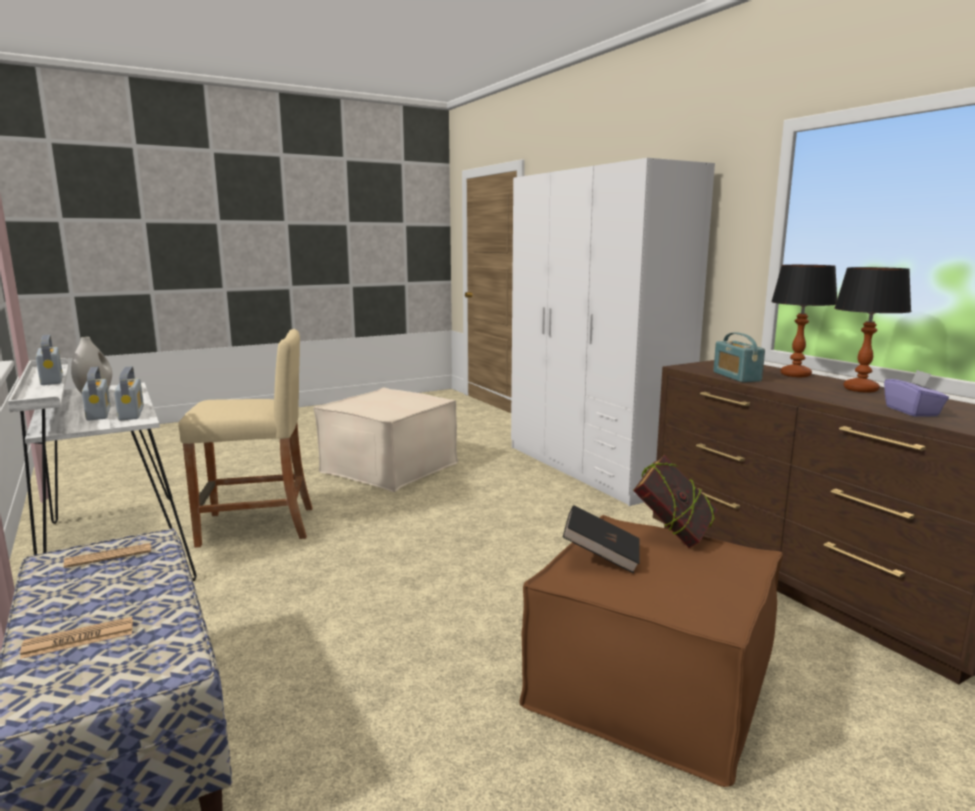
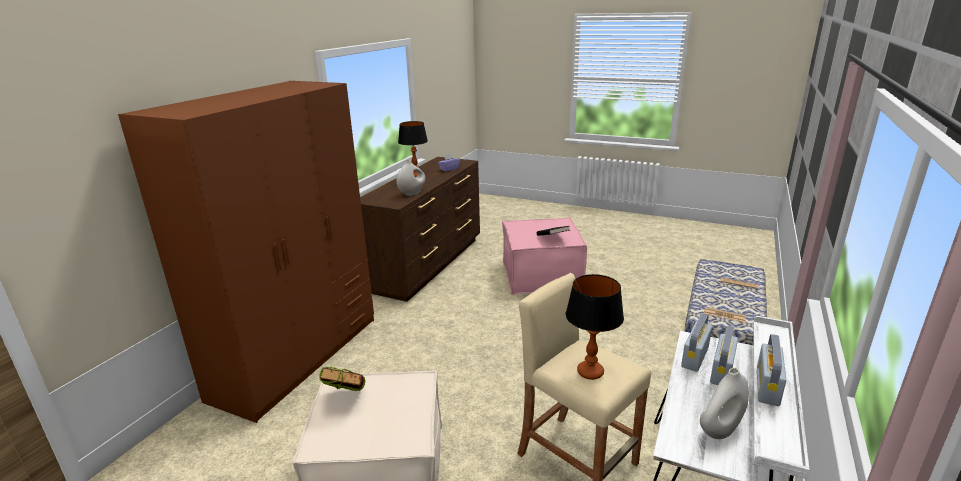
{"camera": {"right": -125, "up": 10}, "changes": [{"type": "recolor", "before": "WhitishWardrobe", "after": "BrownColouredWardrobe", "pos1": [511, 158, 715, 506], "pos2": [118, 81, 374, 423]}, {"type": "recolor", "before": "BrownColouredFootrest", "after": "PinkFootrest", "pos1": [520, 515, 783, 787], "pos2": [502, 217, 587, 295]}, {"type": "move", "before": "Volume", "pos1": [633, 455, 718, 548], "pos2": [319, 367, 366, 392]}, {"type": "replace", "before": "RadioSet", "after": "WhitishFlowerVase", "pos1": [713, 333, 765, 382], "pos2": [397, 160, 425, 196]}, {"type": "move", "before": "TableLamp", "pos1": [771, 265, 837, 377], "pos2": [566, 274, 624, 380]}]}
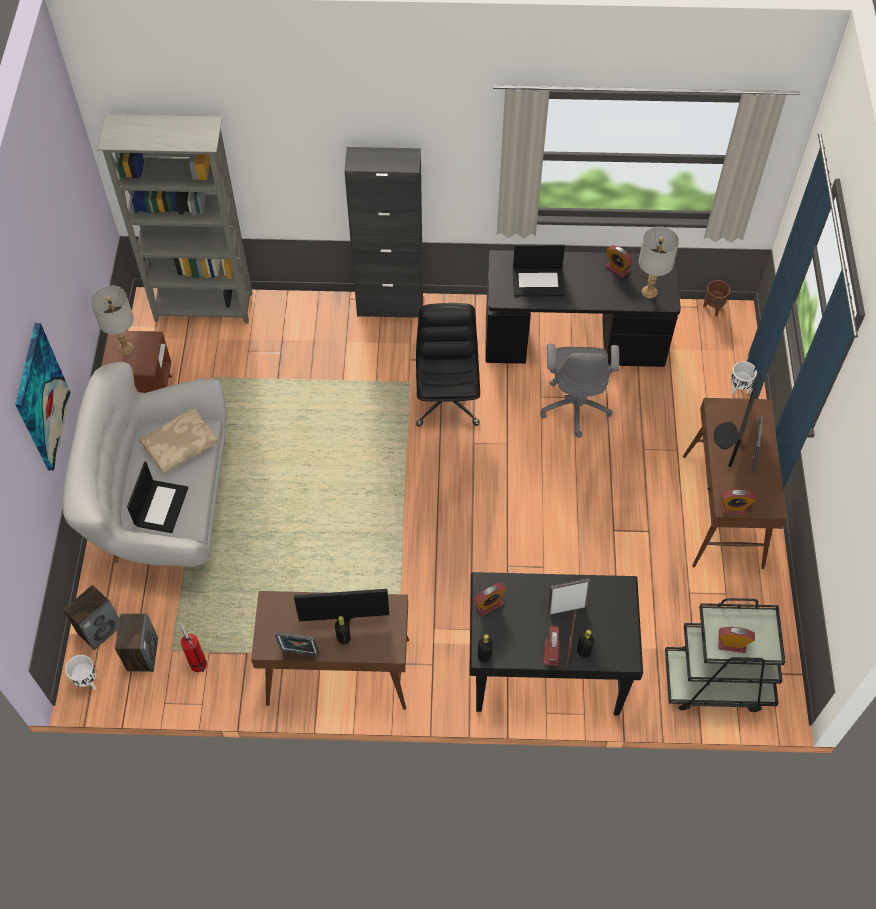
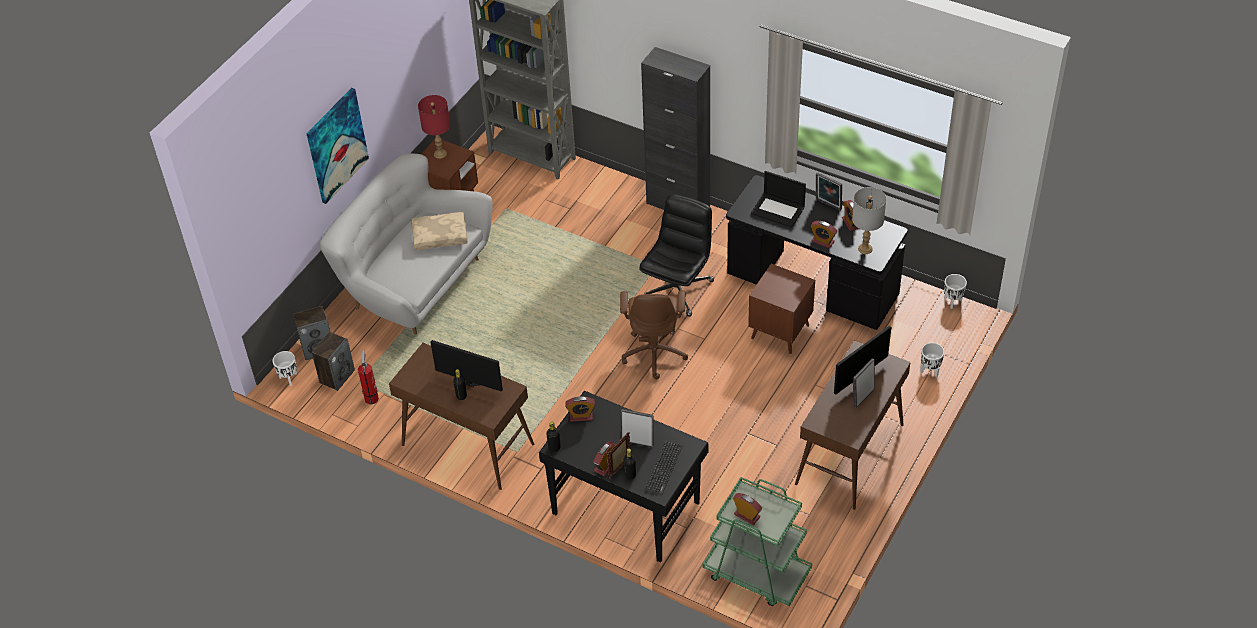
{"camera": {"right": 30, "up": -10}, "changes": [{"type": "recolor", "before": "GrayTableLamp", "after": "ReddishTableLamp", "pos1": [91, 285, 134, 355], "pos2": [418, 95, 450, 159]}, {"type": "delete", "before": "PortableComputer", "pos1": [127, 462, 188, 533]}, {"type": "move", "before": "StandingFrame", "pos1": [274, 632, 319, 656], "pos2": [816, 172, 842, 211]}, {"type": "replace", "before": "GrayComputerChair", "after": "BrownColouredAccentTable", "pos1": [541, 344, 619, 438], "pos2": [748, 264, 815, 354]}, {"type": "recolor", "before": "BlackColouredTrolley", "after": "GreenColouredTrolley", "pos1": [665, 598, 786, 713], "pos2": [703, 477, 812, 606]}, {"type": "recolor", "before": "BrownColouredPlantPot", "after": "WhitishPlantPot", "pos1": [703, 280, 730, 316], "pos2": [944, 274, 967, 309]}, {"type": "move", "before": "AlarmClock", "pos1": [721, 489, 755, 515], "pos2": [811, 221, 837, 248]}, {"type": "insert", "after": "BrownColouredComputerChair", "pos2": [620, 290, 688, 379]}, {"type": "insert", "after": "PcKeyboard", "pos2": [645, 441, 683, 495]}]}
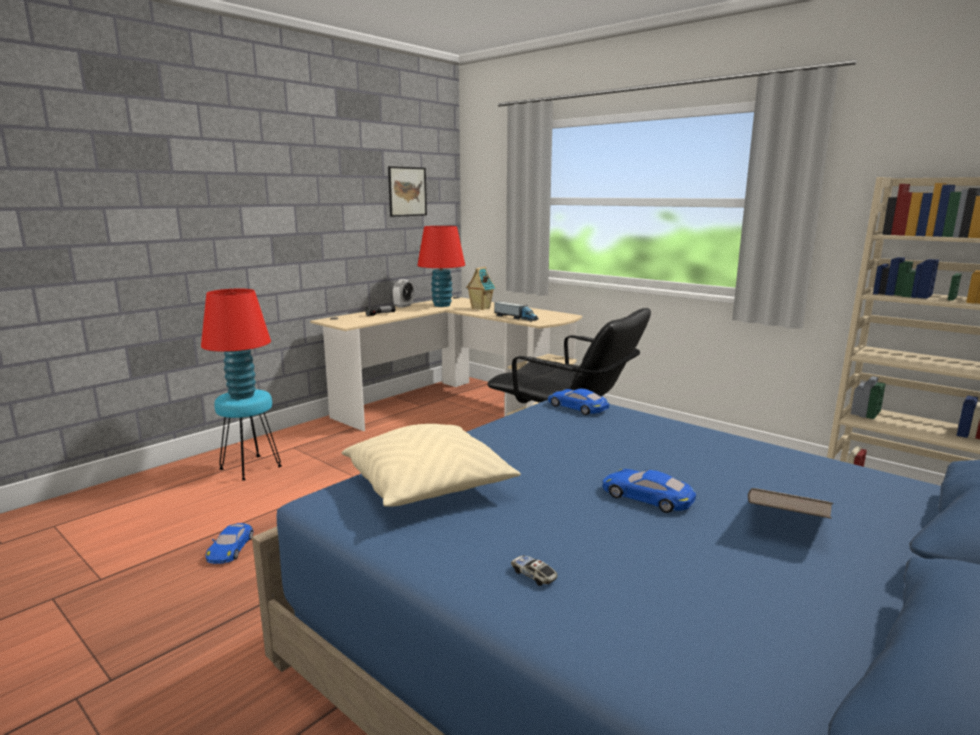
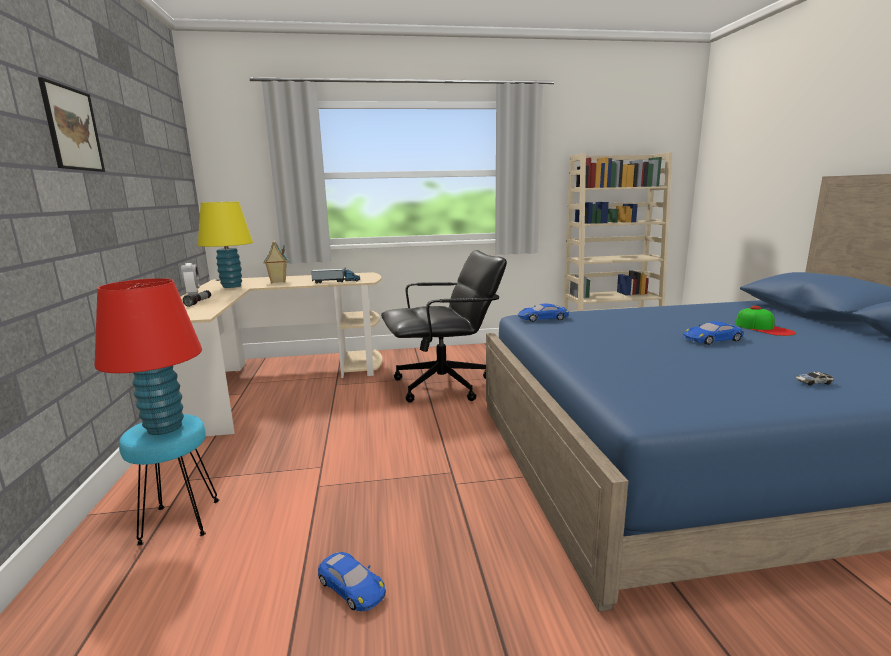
{"camera": {"right": -50, "up": 0}, "changes": [{"type": "delete", "before": "SandColouredPillow", "pos1": [342, 424, 521, 507]}, {"type": "move", "before": "Picture", "pos1": [388, 166, 427, 217], "pos2": [38, 77, 105, 172]}, {"type": "recolor", "before": "ReddishTableLamp", "after": "YellowTableLamp", "pos1": [417, 226, 465, 307], "pos2": [198, 202, 253, 288]}, {"type": "replace", "before": "BrownColouredVolume", "after": "Cap", "pos1": [748, 488, 834, 519], "pos2": [735, 306, 796, 336]}]}
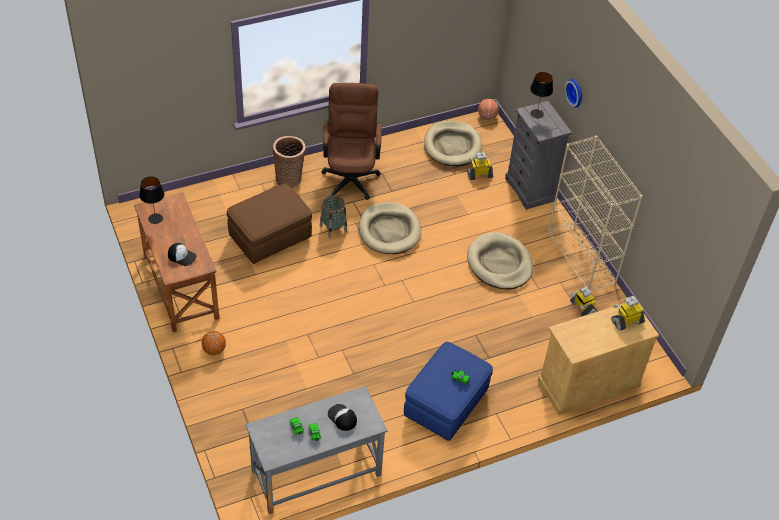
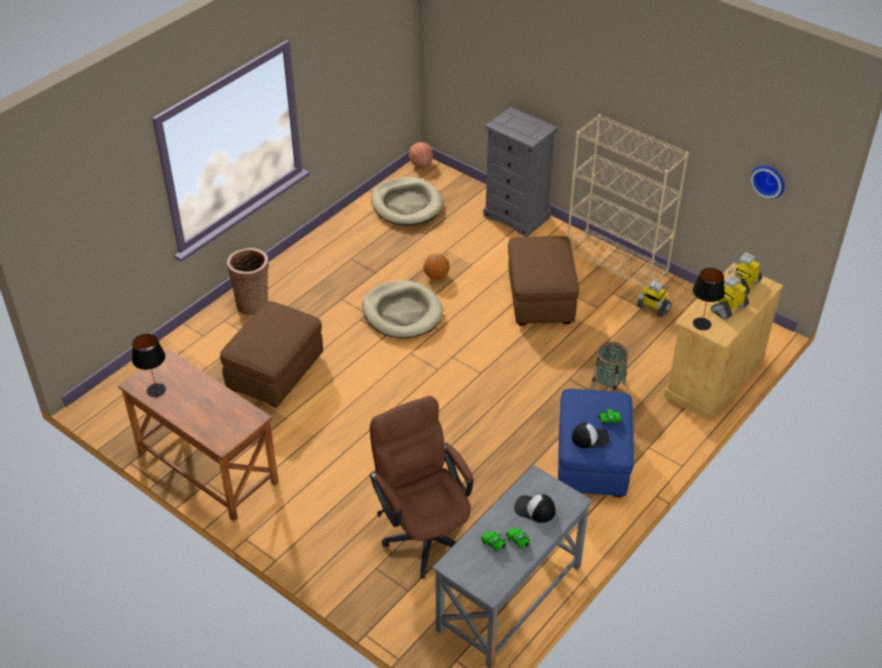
{"camera": {"right": -25, "up": -5}, "changes": [{"type": "move", "before": "Cap", "pos1": [168, 243, 197, 266], "pos2": [572, 423, 609, 448]}, {"type": "move", "before": "BallForBasketball", "pos1": [202, 331, 226, 355], "pos2": [424, 254, 450, 280]}, {"type": "move", "before": "Basket", "pos1": [320, 195, 347, 238], "pos2": [591, 342, 628, 392]}, {"type": "move", "before": "BrownColouredComputerChair", "pos1": [321, 83, 382, 200], "pos2": [370, 396, 474, 579]}, {"type": "move", "before": "ToyRobot", "pos1": [467, 152, 493, 180], "pos2": [711, 275, 749, 320]}, {"type": "replace", "before": "SandColouredDogBed", "after": "BrownColouredFootrest", "pos1": [467, 232, 533, 289], "pos2": [508, 236, 579, 326]}, {"type": "move", "before": "BlackColouredTableLamp", "pos1": [530, 72, 553, 118], "pos2": [693, 268, 725, 330]}, {"type": "move", "before": "WallClock", "pos1": [565, 79, 582, 108], "pos2": [751, 166, 785, 199]}]}
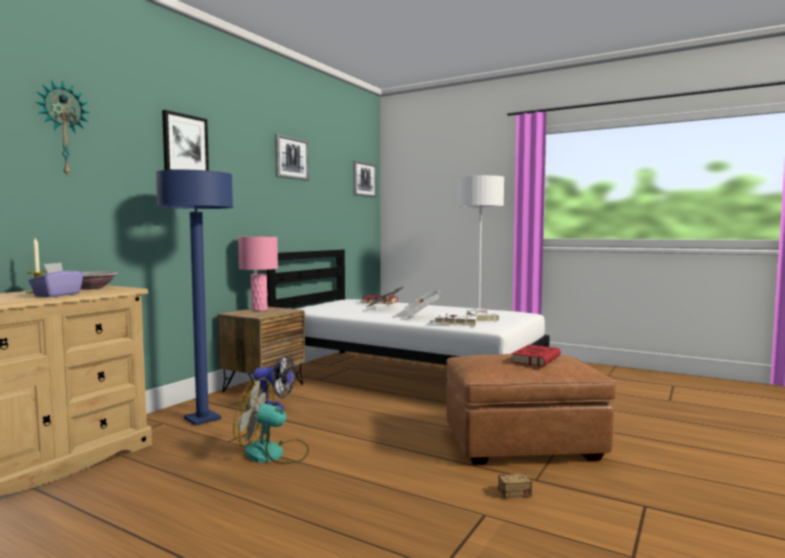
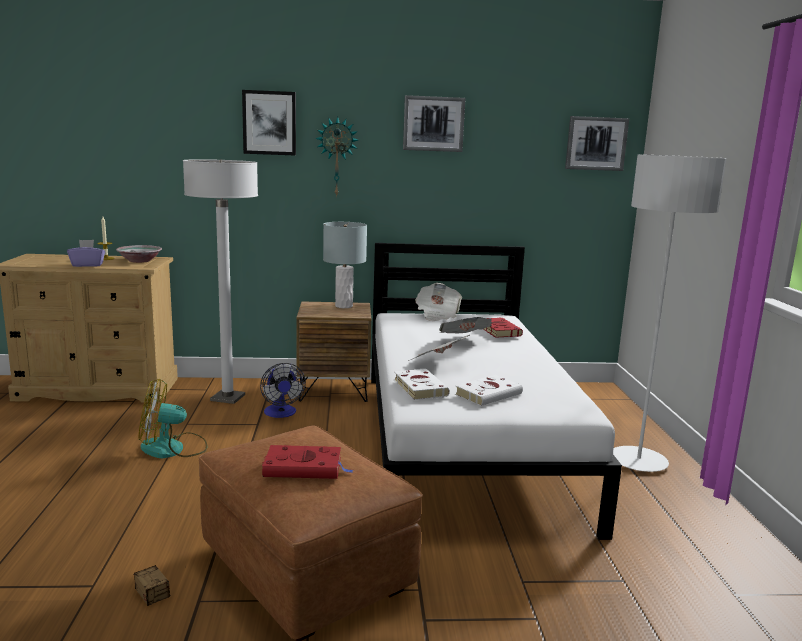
{"camera": {"right": 55, "up": 10}, "changes": [{"type": "move", "before": "WallClock", "pos1": [36, 80, 90, 177], "pos2": [315, 117, 358, 197]}, {"type": "recolor", "before": "BluishFloorLamp", "after": "WhitishFloorLamp", "pos1": [156, 170, 233, 426], "pos2": [183, 159, 258, 404]}, {"type": "rotate", "before": "ElectricFan", "pos1": [233, 378, 309, 464], "pos2": [139, 379, 207, 458], "turn": -75}, {"type": "recolor", "before": "PinkTableLamp", "after": "GrayTableLamp", "pos1": [238, 237, 278, 311], "pos2": [323, 222, 367, 308]}, {"type": "insert", "after": "DailyPaper", "pos2": [415, 283, 462, 321]}]}
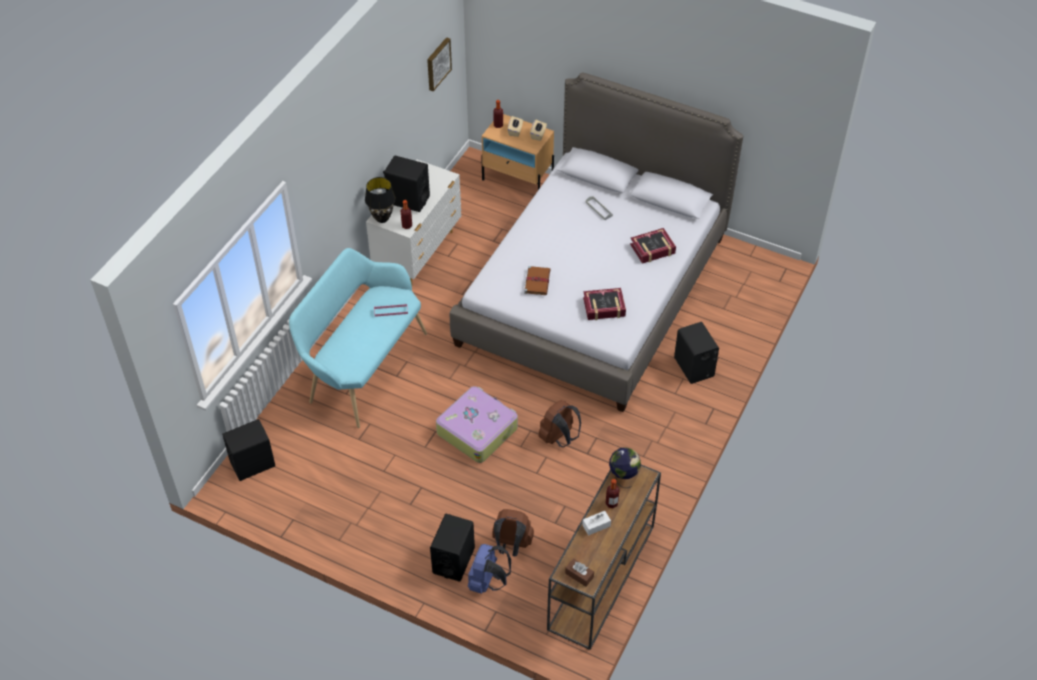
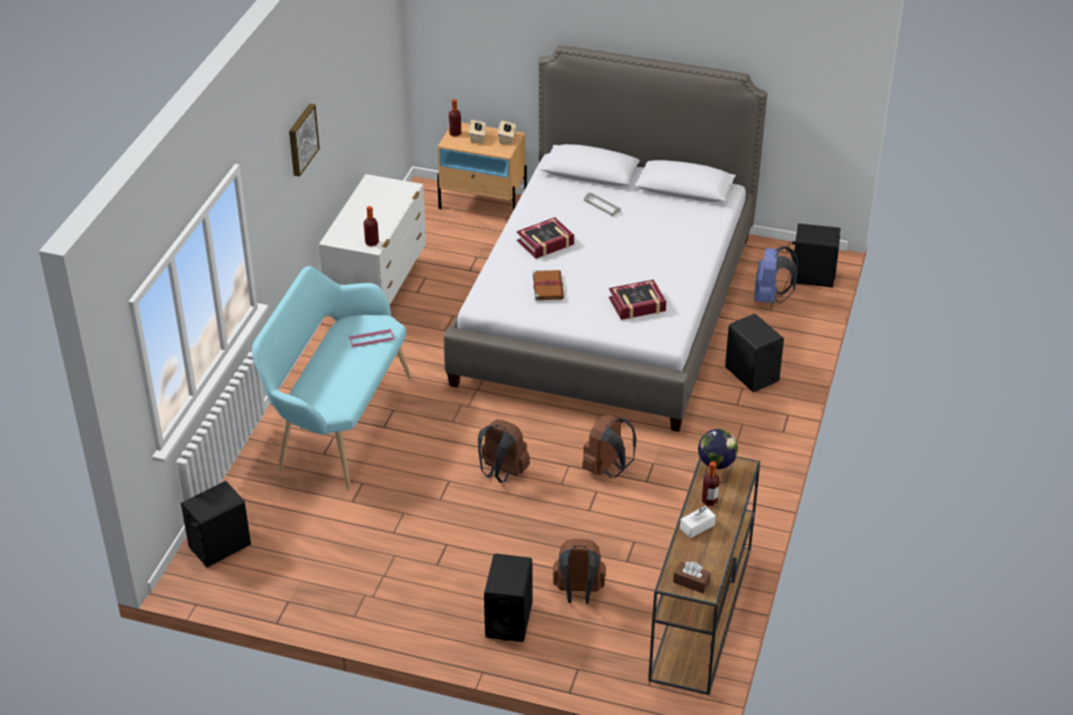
{"camera": {"right": -10, "up": -10}, "changes": [{"type": "delete", "before": "BlackColouredTableLamp", "pos1": [365, 177, 396, 223]}, {"type": "move", "before": "BlackColouredAudioSpeaker", "pos1": [383, 155, 430, 212], "pos2": [791, 223, 840, 288]}, {"type": "move", "before": "Picture", "pos1": [427, 37, 452, 91], "pos2": [289, 104, 320, 177]}, {"type": "replace", "before": "PieceOfLuggage", "after": "BrownColouredKnapsack", "pos1": [436, 386, 518, 463], "pos2": [478, 420, 530, 483]}, {"type": "move", "before": "BluishKnapsack", "pos1": [468, 544, 511, 594], "pos2": [754, 246, 798, 303]}, {"type": "move", "before": "Volume", "pos1": [630, 228, 676, 264], "pos2": [517, 217, 574, 259]}]}
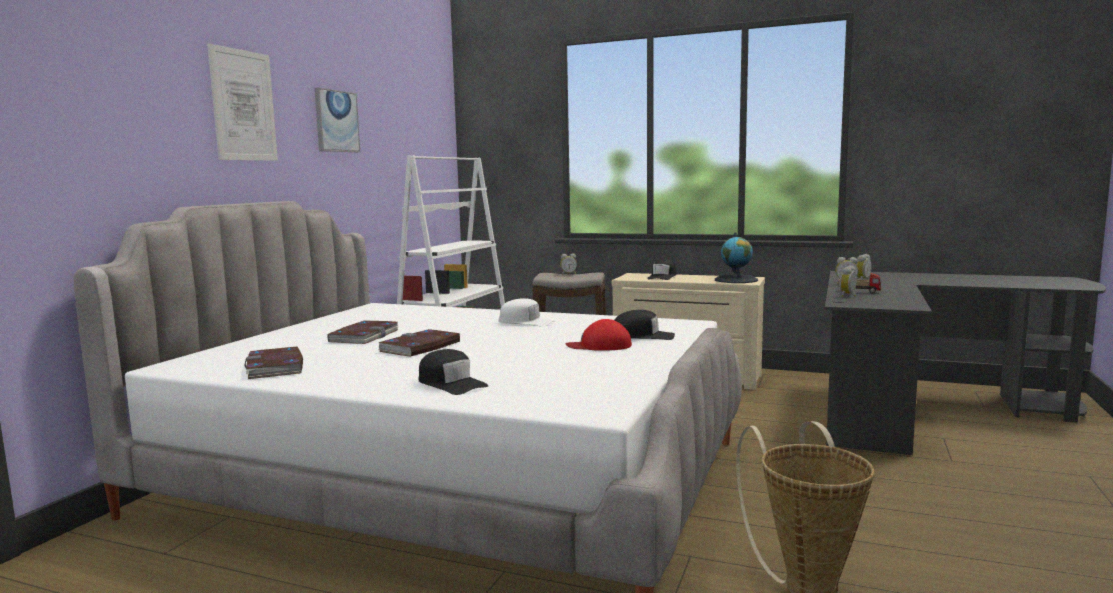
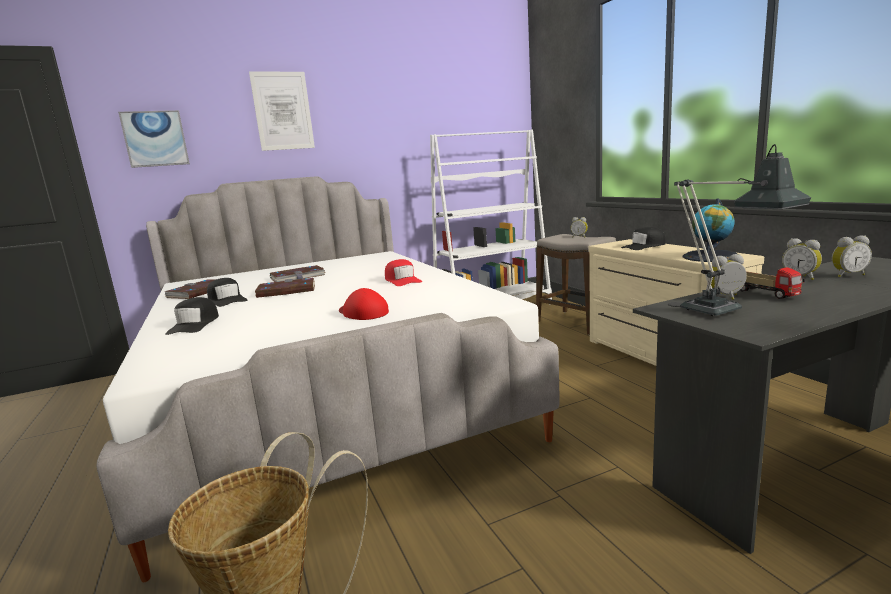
{"camera": {"right": 45, "up": 5}, "changes": [{"type": "move", "before": "Picture", "pos1": [314, 87, 360, 152], "pos2": [118, 110, 190, 168]}, {"type": "recolor", "before": "WhitishCap", "after": "ReddishCap", "pos1": [499, 299, 554, 327], "pos2": [385, 259, 422, 286]}, {"type": "move", "before": "BlackColouredCap", "pos1": [615, 310, 675, 340], "pos2": [207, 278, 247, 307]}, {"type": "insert", "after": "TableLamp", "pos2": [674, 144, 811, 316]}]}
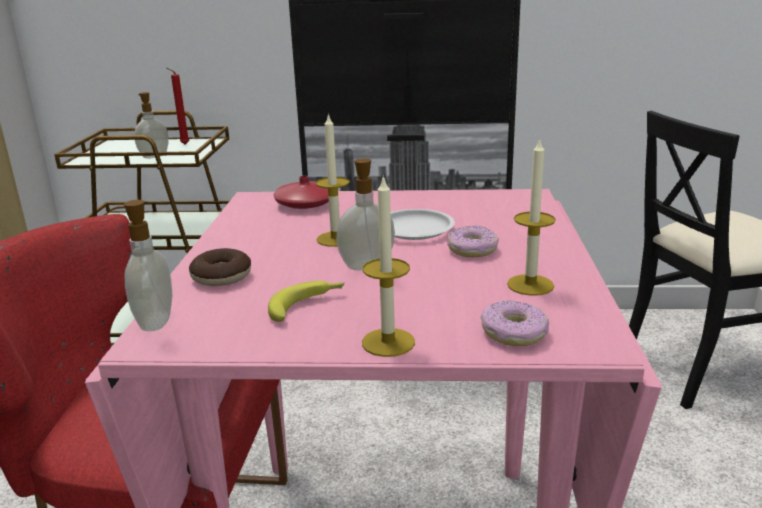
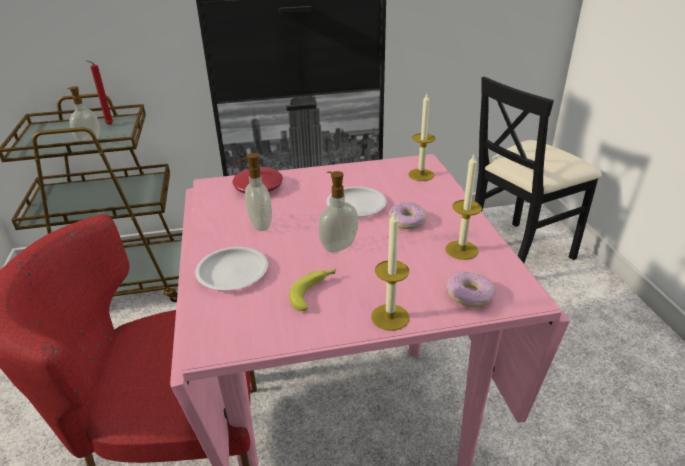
{"camera": {"right": -15, "up": 10}, "changes": [{"type": "move", "before": "SoapDispenser", "pos1": [108, 200, 172, 331], "pos2": [237, 153, 272, 231]}, {"type": "replace", "before": "Donut", "after": "WhitishDinnerPlate", "pos1": [189, 248, 251, 286], "pos2": [195, 247, 268, 290]}, {"type": "move", "before": "Candle", "pos1": [315, 114, 350, 247], "pos2": [408, 94, 435, 181]}]}
